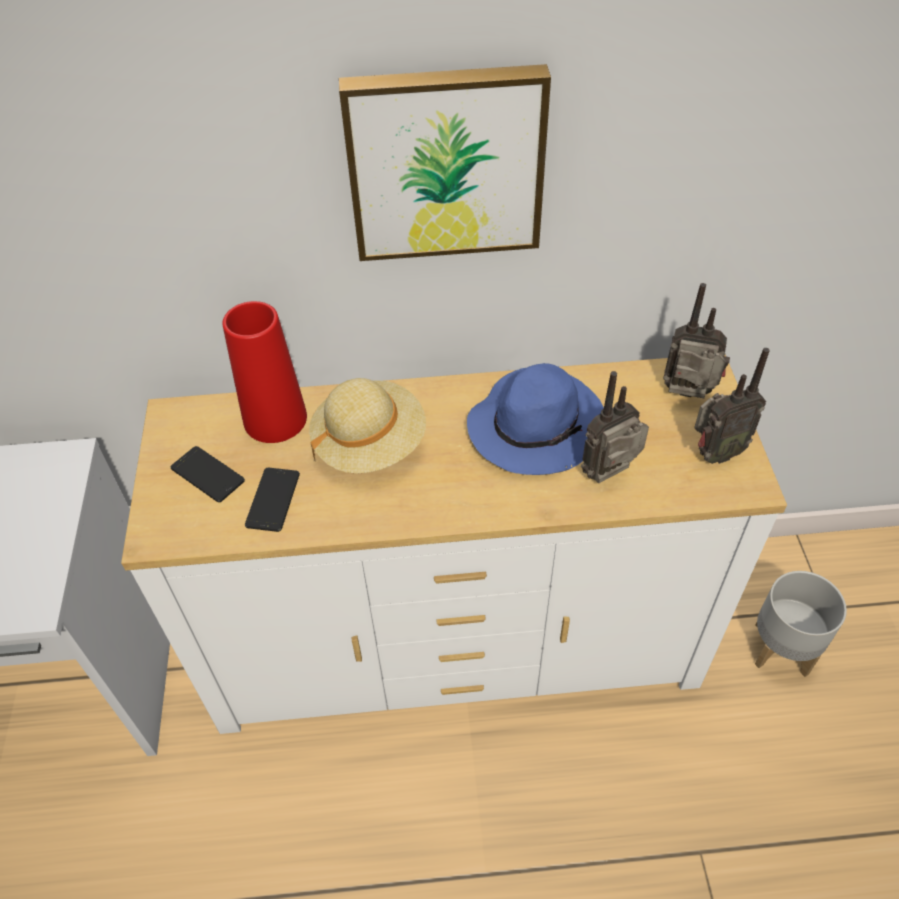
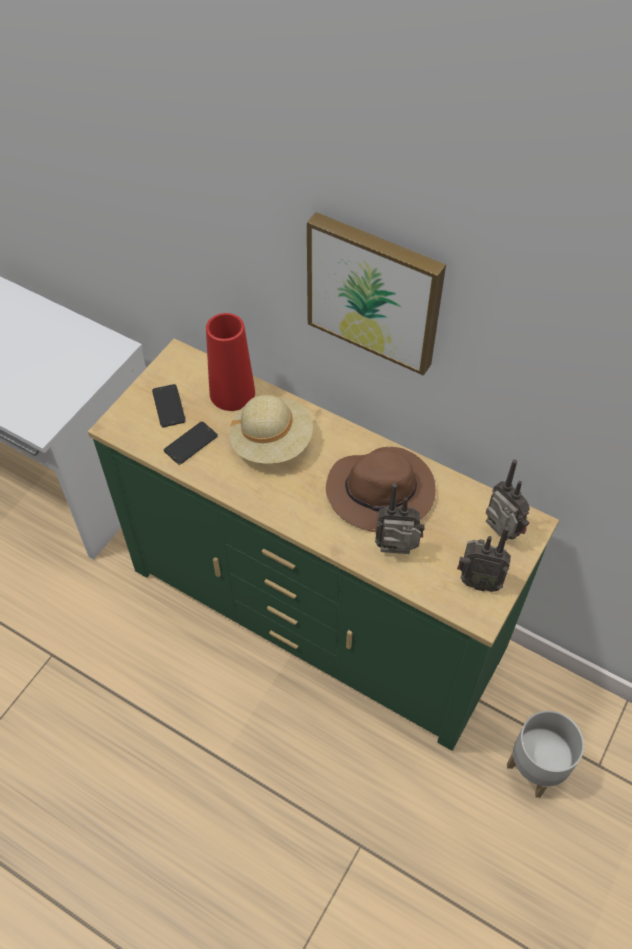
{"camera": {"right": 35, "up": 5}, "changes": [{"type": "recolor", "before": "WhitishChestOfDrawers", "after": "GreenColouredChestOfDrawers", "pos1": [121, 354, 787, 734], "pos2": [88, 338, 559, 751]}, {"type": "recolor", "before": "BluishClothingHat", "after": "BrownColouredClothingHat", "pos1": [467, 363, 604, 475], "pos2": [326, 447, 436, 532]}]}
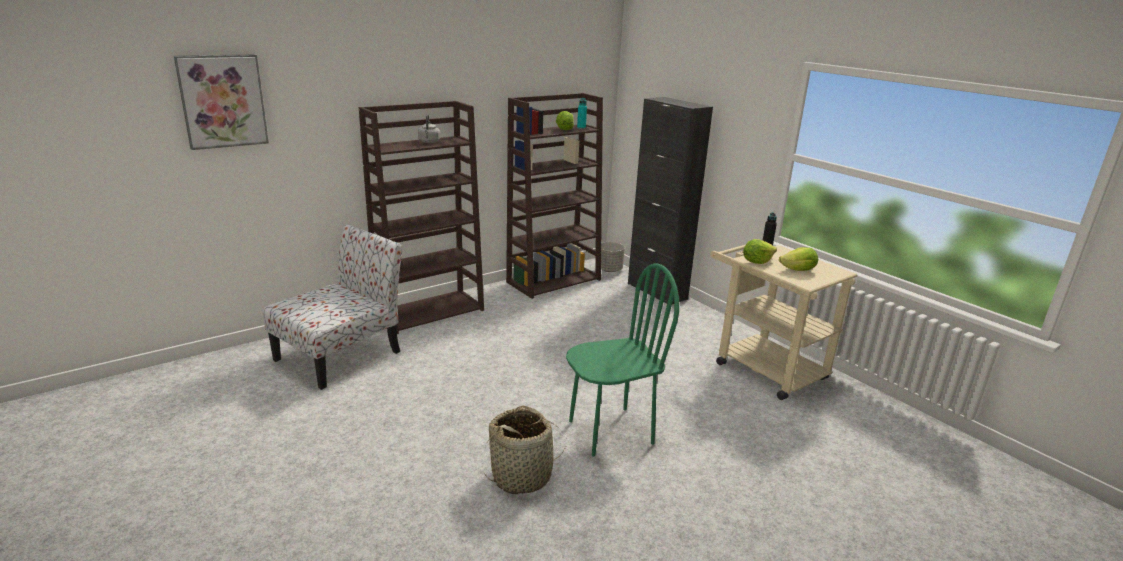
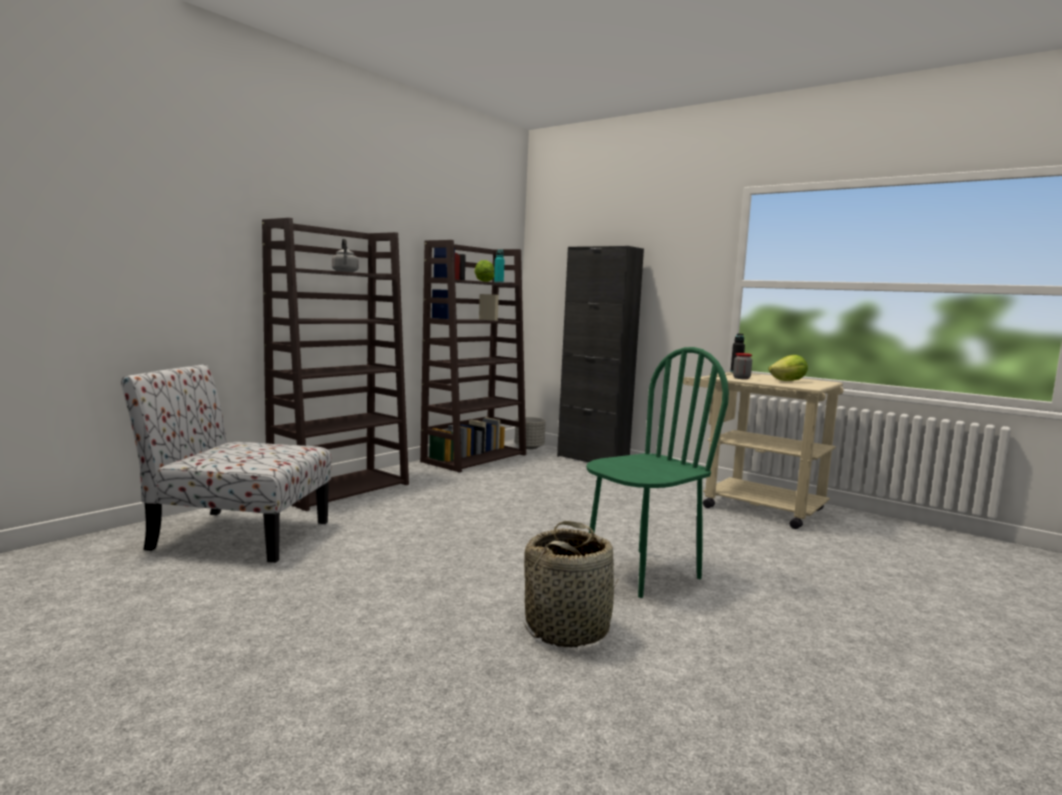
{"camera": {"right": -15, "up": -15}, "changes": [{"type": "delete", "before": "Picture", "pos1": [174, 54, 269, 150]}, {"type": "rotate", "before": "UprightChair", "pos1": [263, 225, 403, 390], "pos2": [121, 364, 331, 563], "turn": -105}, {"type": "replace", "before": "Lettuce", "after": "PreserveJar", "pos1": [743, 239, 777, 264], "pos2": [733, 353, 752, 379]}]}
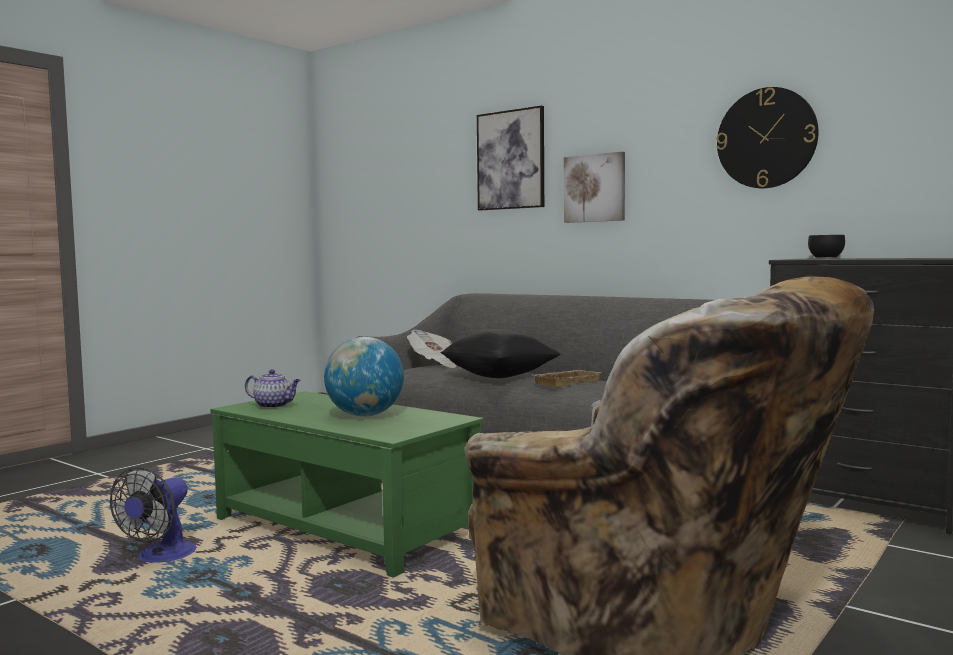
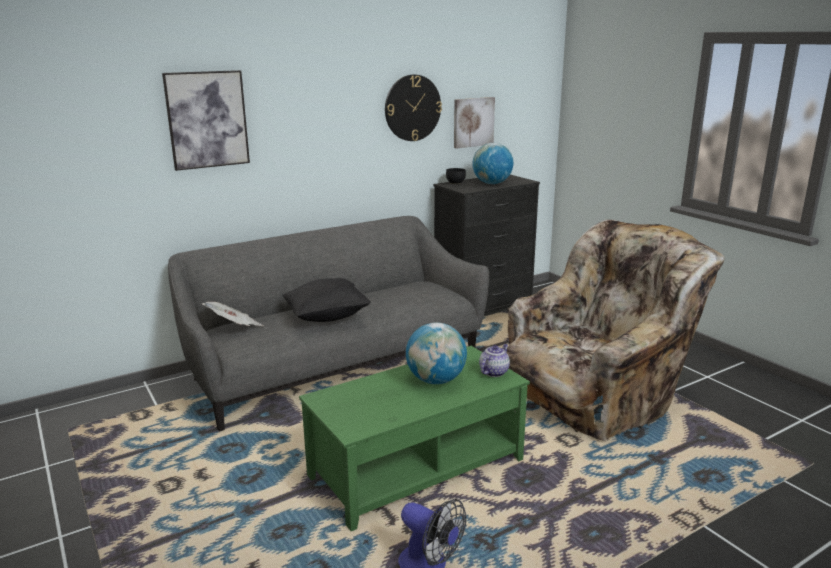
{"camera": {"right": -70, "up": 15}, "changes": [{"type": "move", "before": "PotForTea", "pos1": [245, 369, 300, 408], "pos2": [479, 344, 510, 377]}, {"type": "delete", "before": "SandColouredTray", "pos1": [533, 370, 602, 387]}, {"type": "move", "before": "Picture", "pos1": [564, 152, 625, 223], "pos2": [454, 97, 495, 149]}, {"type": "insert", "after": "Globe", "pos2": [472, 143, 513, 184]}]}
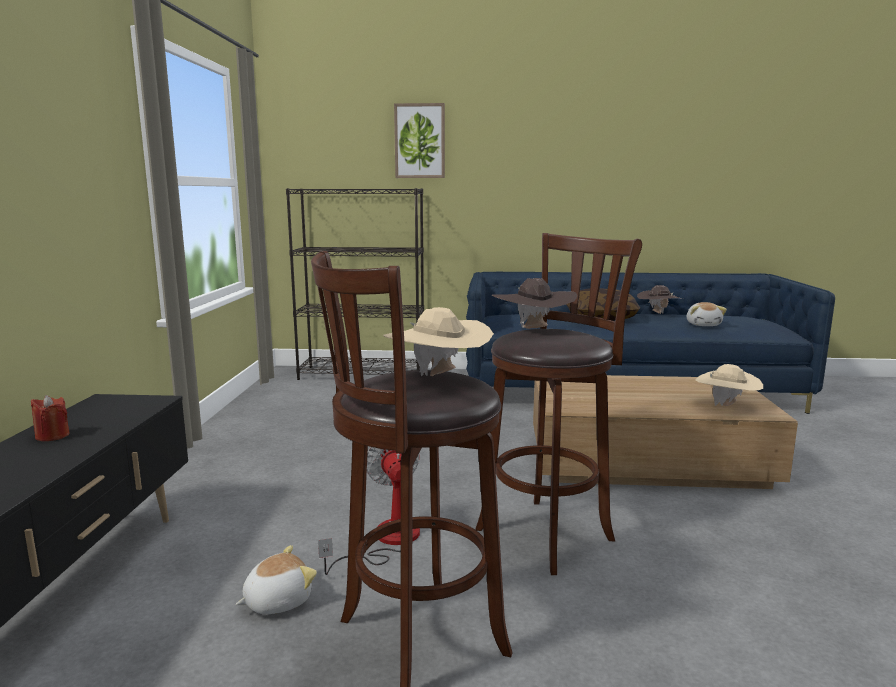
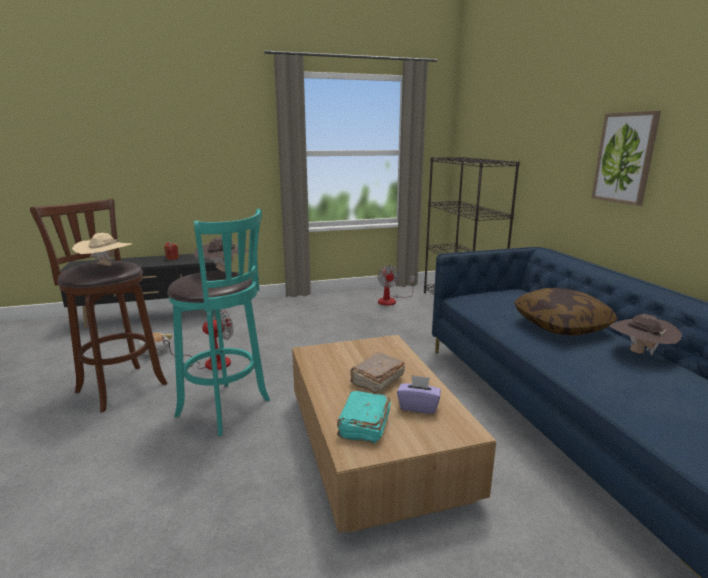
{"camera": {"right": 70, "up": 5}, "changes": [{"type": "move", "before": "Picture", "pos1": [394, 103, 445, 178], "pos2": [591, 111, 661, 206]}, {"type": "recolor", "before": "BrownColouredStool", "after": "TurquoiseColouredStool", "pos1": [475, 233, 642, 575], "pos2": [167, 209, 270, 436]}, {"type": "delete", "before": "CuddlyToy", "pos1": [687, 302, 727, 326]}, {"type": "replace", "before": "SandColouredClothingHat", "after": "TurquoiseColouredVolume", "pos1": [696, 364, 763, 406], "pos2": [337, 391, 391, 444]}, {"type": "insert", "after": "BrownColouredVolume", "pos2": [350, 352, 405, 394]}, {"type": "insert", "after": "ElectricFan", "pos2": [377, 265, 415, 306]}, {"type": "insert", "after": "PurplishTissueHolder", "pos2": [397, 375, 441, 414]}]}
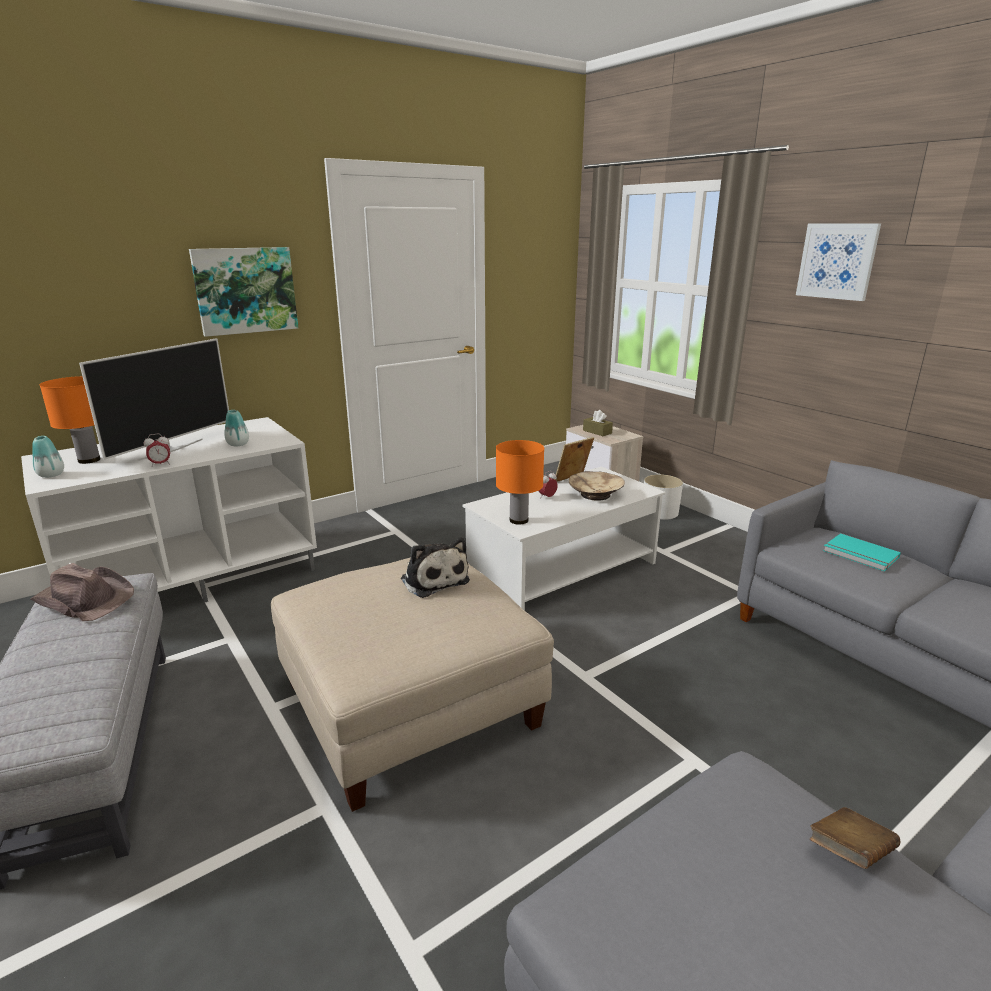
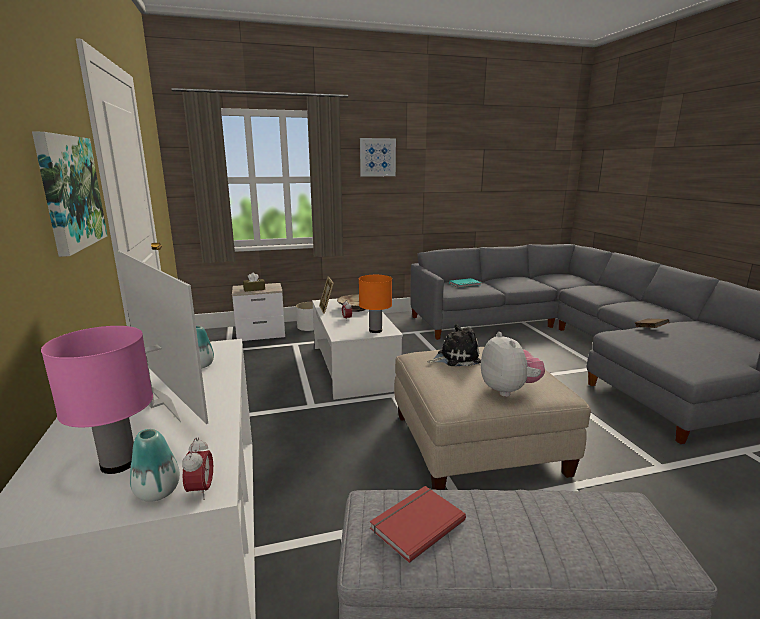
{"camera": {"right": -70, "up": -5}, "changes": [{"type": "replace", "before": "BrownColouredClothingHat", "after": "ReddishVolume", "pos1": [30, 563, 134, 621], "pos2": [370, 486, 466, 563]}, {"type": "recolor", "before": "OrangeyTableLamp", "after": "PinkTableLamp", "pos1": [40, 376, 100, 464], "pos2": [41, 326, 153, 474]}, {"type": "move", "before": "AlarmClock", "pos1": [144, 434, 170, 467], "pos2": [182, 437, 213, 500]}, {"type": "insert", "after": "CuddlyToy", "pos2": [481, 332, 545, 397]}]}
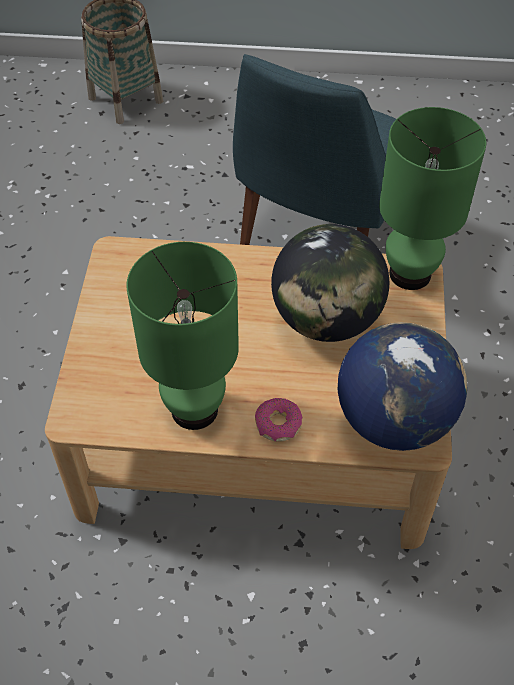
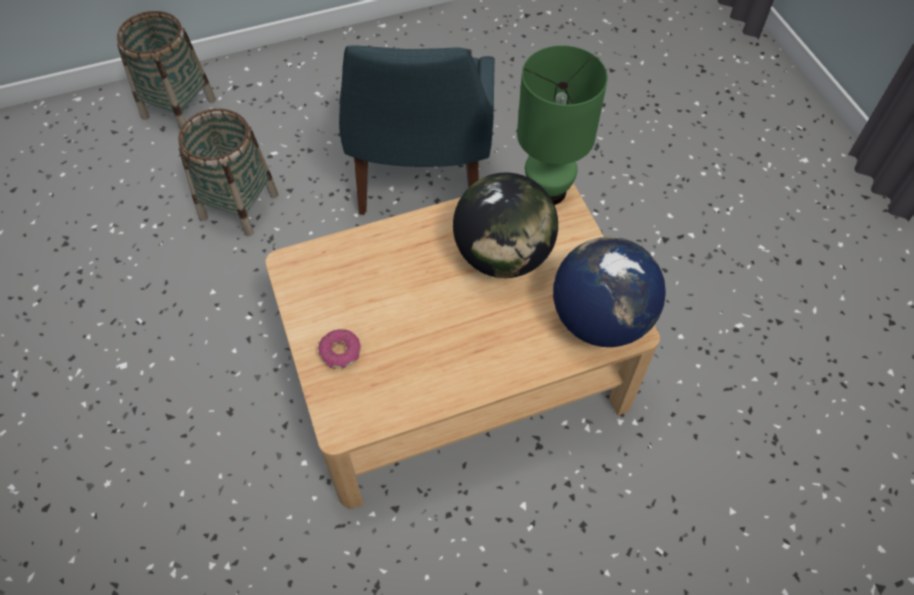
{"camera": {"right": -25, "up": 5}, "changes": [{"type": "delete", "before": "GreenColouredTableLamp", "pos1": [127, 242, 239, 430]}, {"type": "move", "before": "Donut", "pos1": [255, 398, 302, 441], "pos2": [318, 329, 361, 369]}, {"type": "insert", "after": "Basket", "pos2": [178, 109, 278, 236]}]}
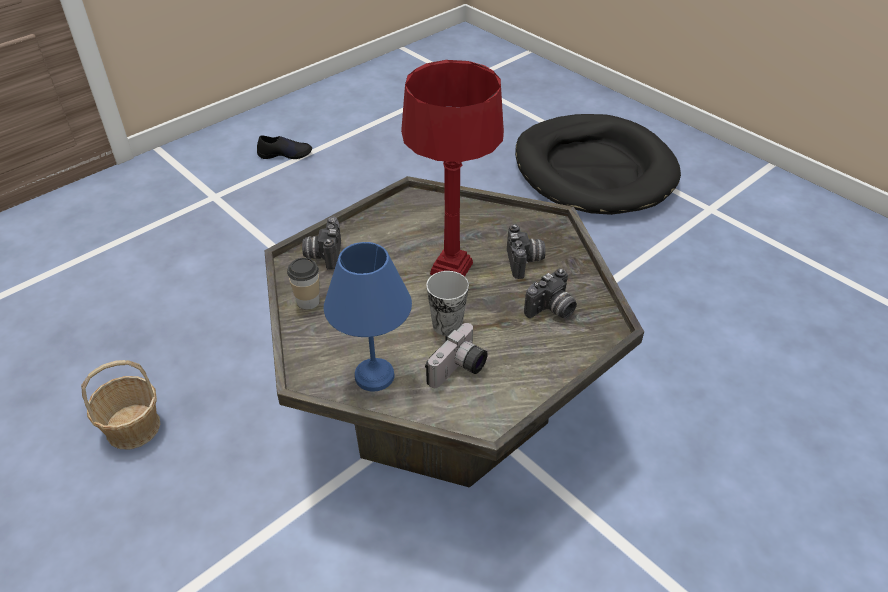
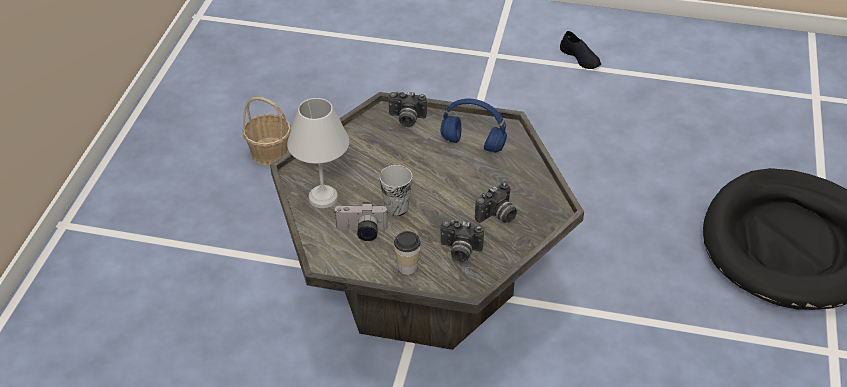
{"camera": {"right": 55, "up": 0}, "changes": [{"type": "move", "before": "SmallCup", "pos1": [287, 258, 320, 310], "pos2": [394, 231, 421, 275]}, {"type": "rotate", "before": "PhotoCamera", "pos1": [302, 217, 341, 270], "pos2": [388, 91, 427, 127], "turn": -135}, {"type": "recolor", "before": "BluishTableLamp", "after": "WhitishTableLamp", "pos1": [324, 242, 412, 391], "pos2": [287, 98, 349, 208]}, {"type": "delete", "before": "ReddishTableLamp", "pos1": [401, 60, 504, 276]}, {"type": "insert", "after": "BluishHeadphones", "pos2": [440, 99, 507, 152]}]}
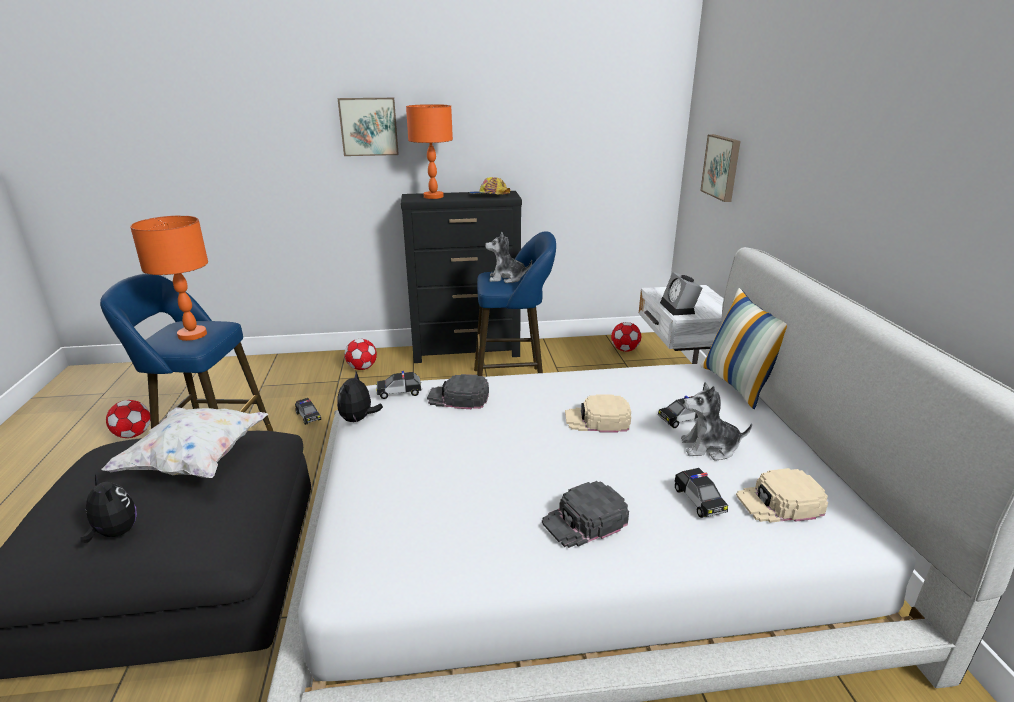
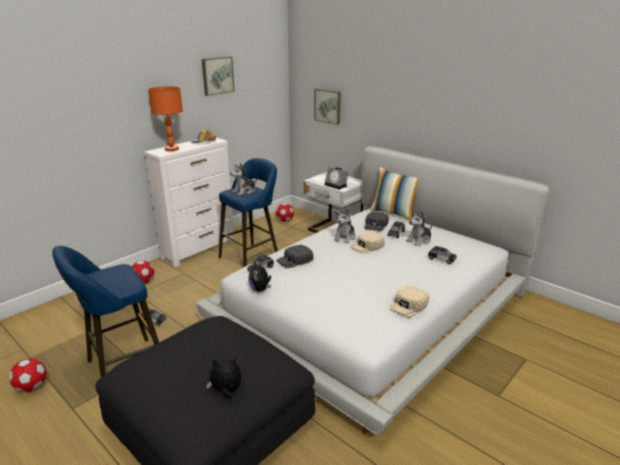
{"camera": {"right": -40, "up": 0}, "changes": [{"type": "delete", "before": "WhitishPillow", "pos1": [101, 407, 268, 478]}, {"type": "delete", "before": "OrangeyTableLamp", "pos1": [130, 216, 208, 341]}, {"type": "move", "before": "Picture", "pos1": [338, 98, 399, 156], "pos2": [202, 57, 235, 96]}, {"type": "recolor", "before": "BlackColouredChestOfDrawers", "after": "WhitishChestOfDrawers", "pos1": [401, 191, 522, 363], "pos2": [144, 138, 234, 267]}, {"type": "move", "before": "BlackColouredCap", "pos1": [542, 481, 629, 548], "pos2": [364, 212, 389, 232]}, {"type": "move", "before": "SandColouredCap", "pos1": [736, 468, 828, 523], "pos2": [389, 285, 429, 318]}, {"type": "insert", "after": "CuddlyToy", "pos2": [334, 208, 356, 243]}]}
